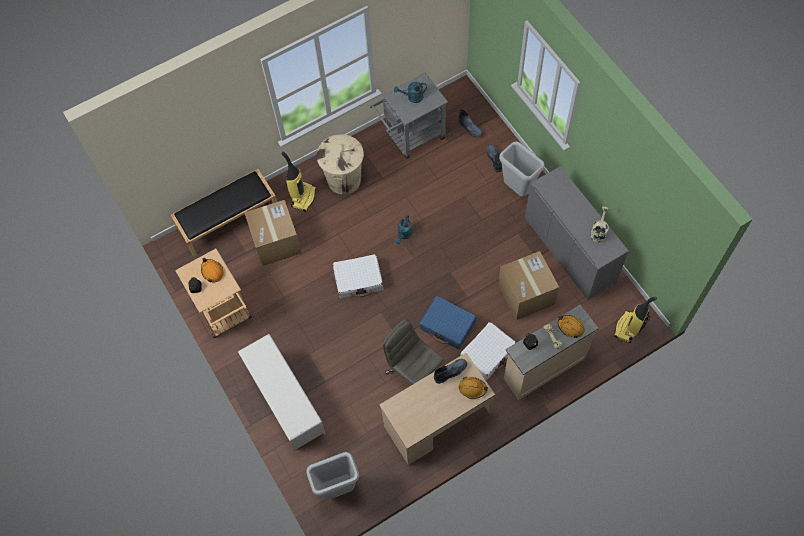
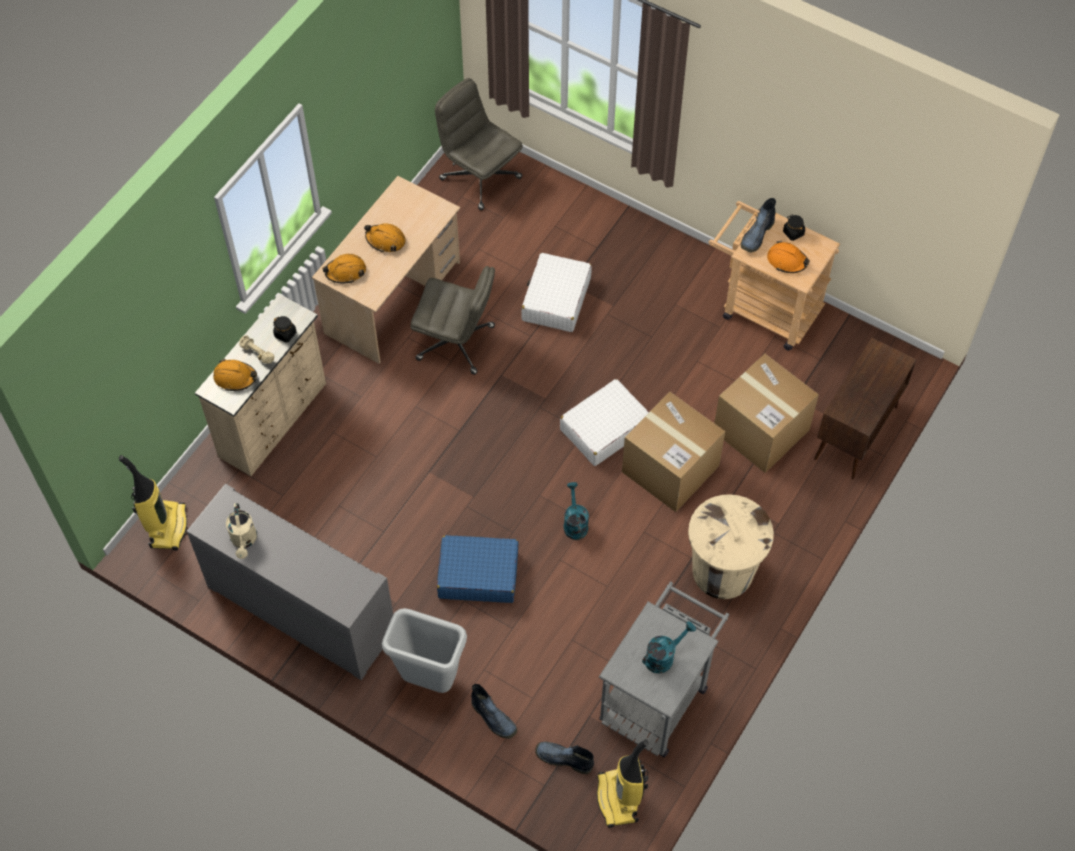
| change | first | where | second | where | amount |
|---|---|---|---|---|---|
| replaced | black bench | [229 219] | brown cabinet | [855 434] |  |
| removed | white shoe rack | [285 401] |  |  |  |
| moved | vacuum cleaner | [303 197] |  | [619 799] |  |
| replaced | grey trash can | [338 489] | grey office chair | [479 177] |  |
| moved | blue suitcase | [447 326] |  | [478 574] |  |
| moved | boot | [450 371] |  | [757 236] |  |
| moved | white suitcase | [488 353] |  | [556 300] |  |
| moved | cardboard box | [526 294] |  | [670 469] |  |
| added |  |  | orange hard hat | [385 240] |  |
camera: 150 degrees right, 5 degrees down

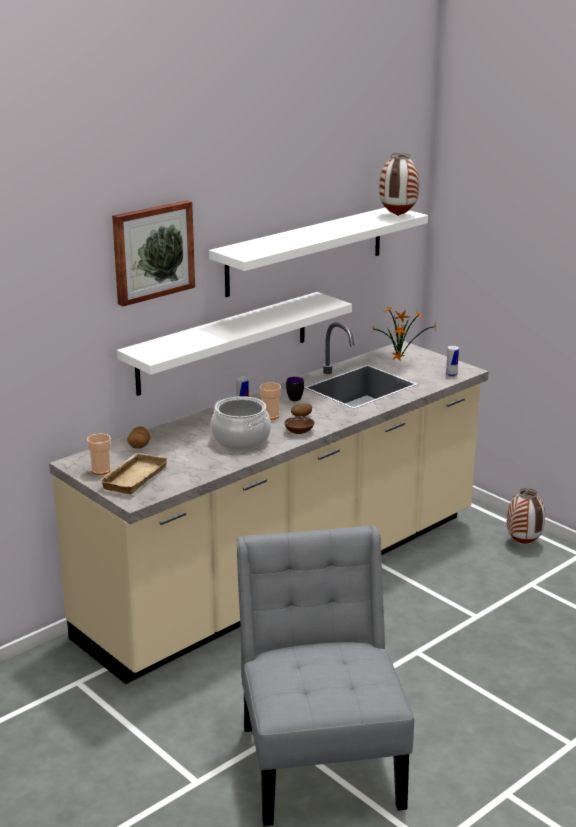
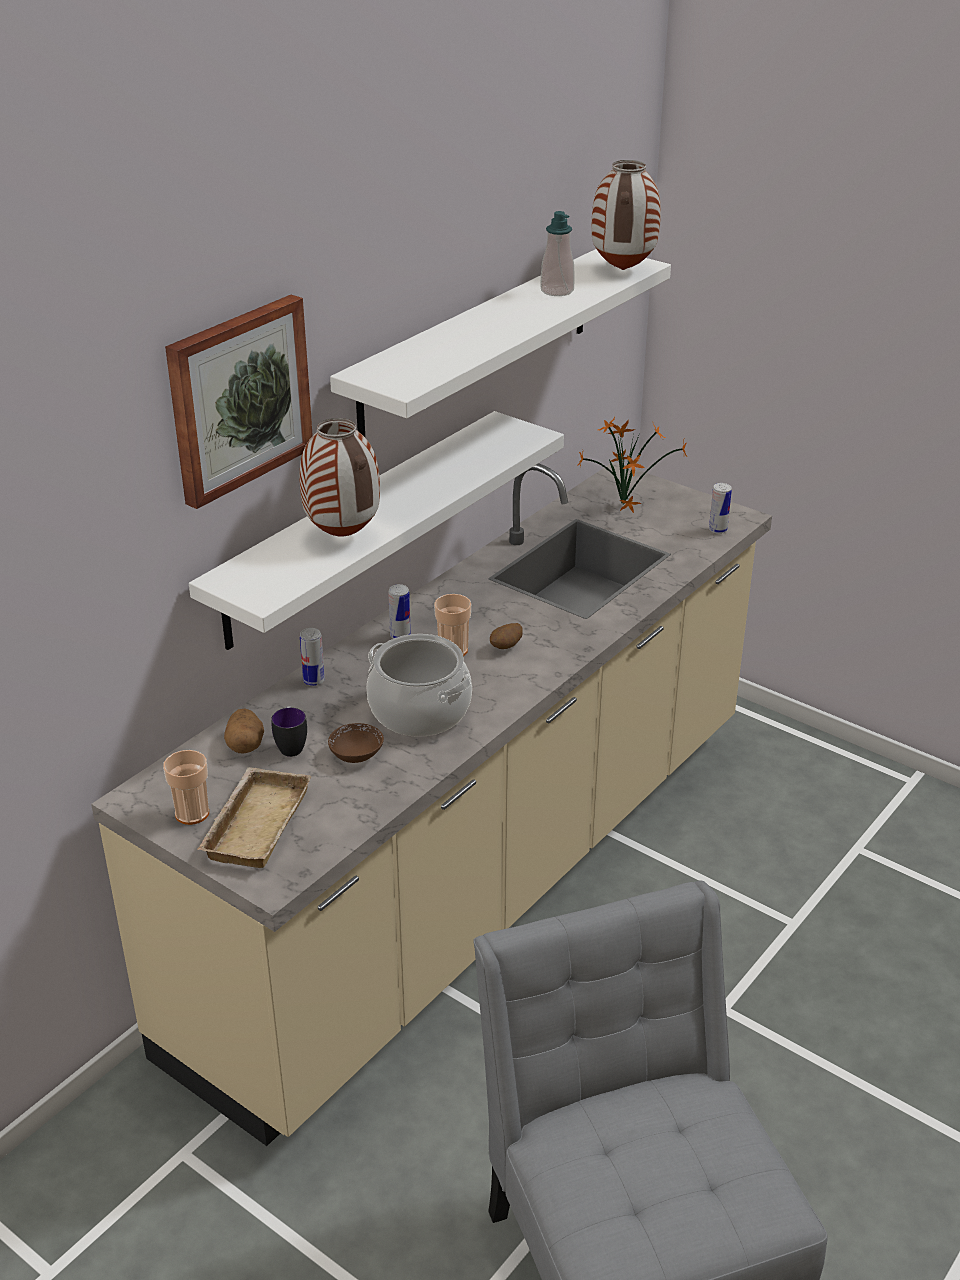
| change | first | where | second | where | amount |
|---|---|---|---|---|---|
| moved | brown bowl | [299 432] |  | [356 755] |  |
| moved | mug | [295 397] |  | [291 745] |  |
| moved | vase | [522 543] |  | [341 536] |  |
| added |  |  | can | [314 680] |  |
| added |  |  | soap dispenser | [557 291] |  |
camera: 10 degrees left, 10 degrees up

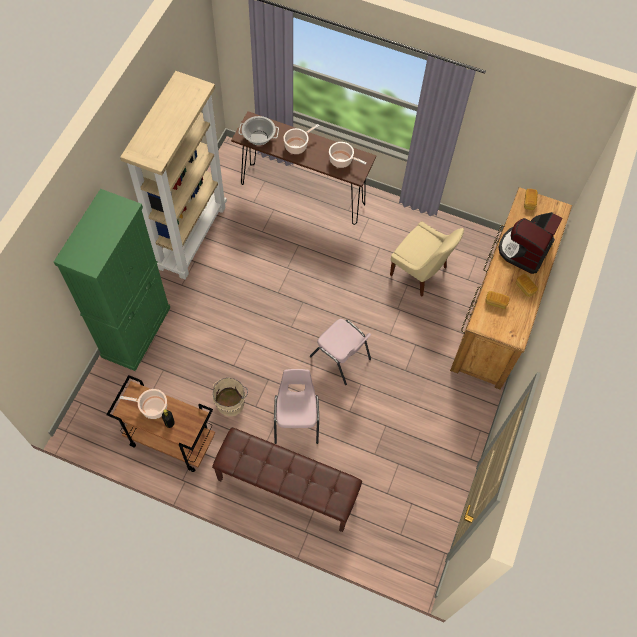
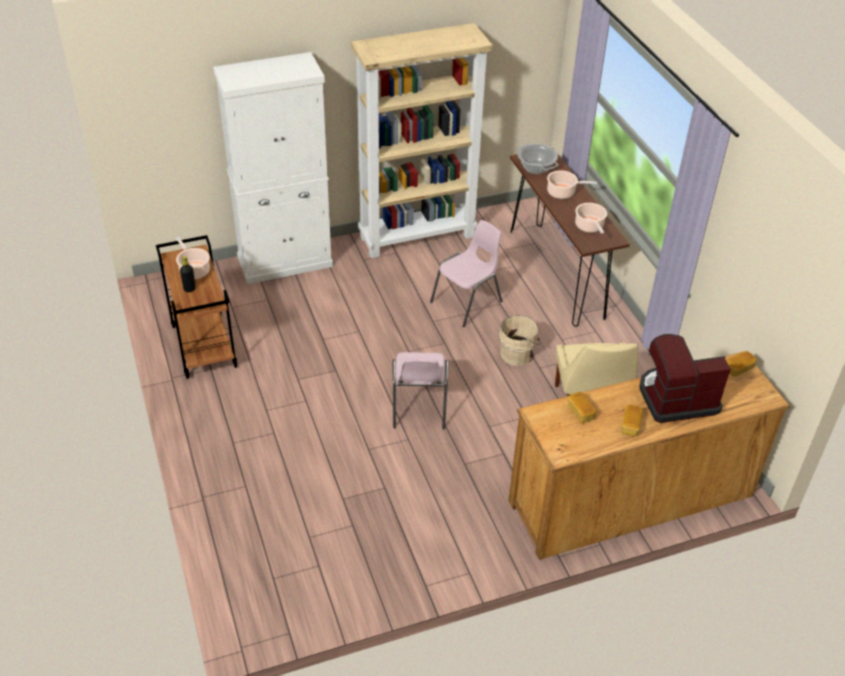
| change | first | where | second | where | amount |
|---|---|---|---|---|---|
| recoloured | green cabinet | [136 331] | white cabinet | [285 262] |  |
| removed | brown bench | [286 488] |  |  |  |
| moved | beige bucket | [231 401] |  | [518 353] |  |
| moved | pink chair | [296 419] |  | [467 302] |  |
camera: 50 degrees right, 20 degrees down

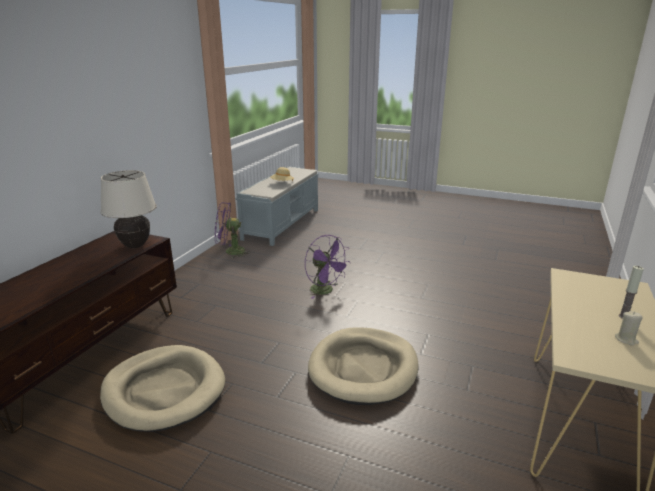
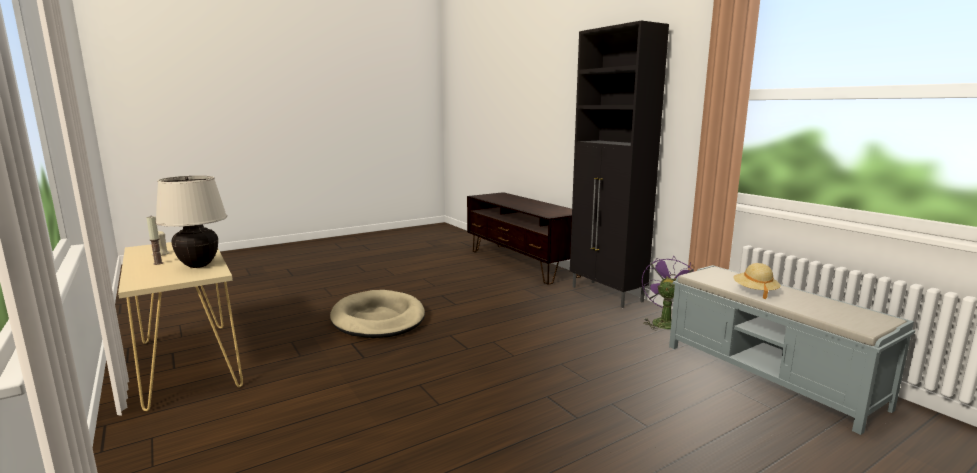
| change | first | where | second | where | amount |
|---|---|---|---|---|---|
| moved | beige table lamp | [135 245] |  | [198 265] |  |
| removed | beige dog bed | [164 390] |  |  |  |
| removed | purple fan | [325 291] |  |  |  |
| added |  |  | black cabinet | [607 294] |  |
camera: 125 degrees right, 10 degrees down

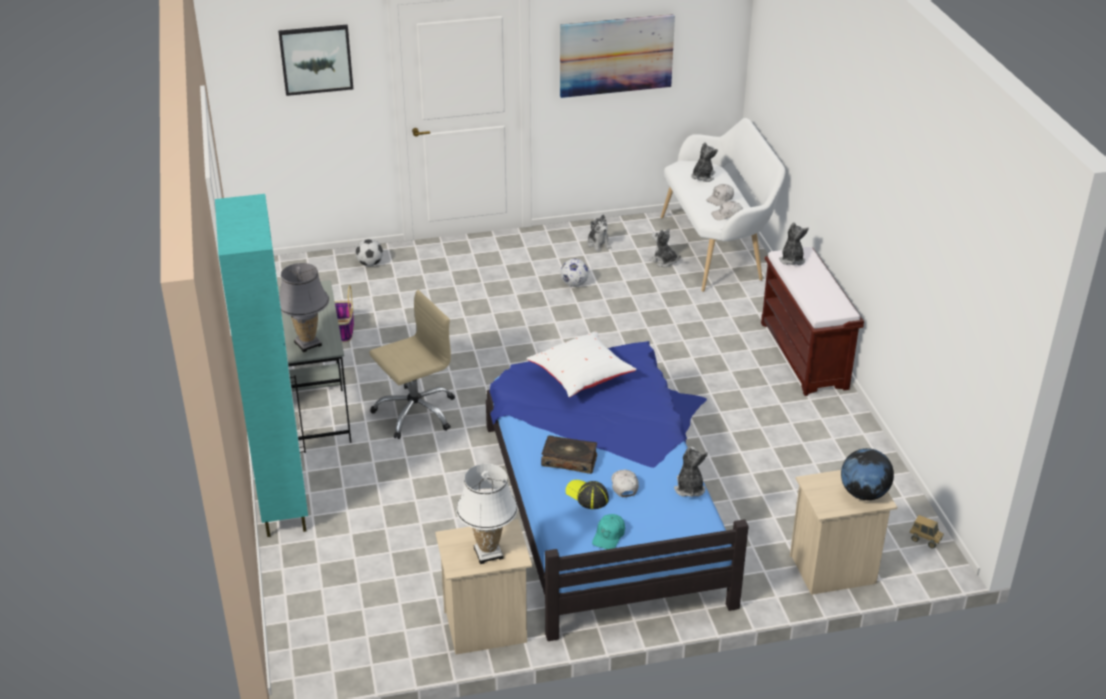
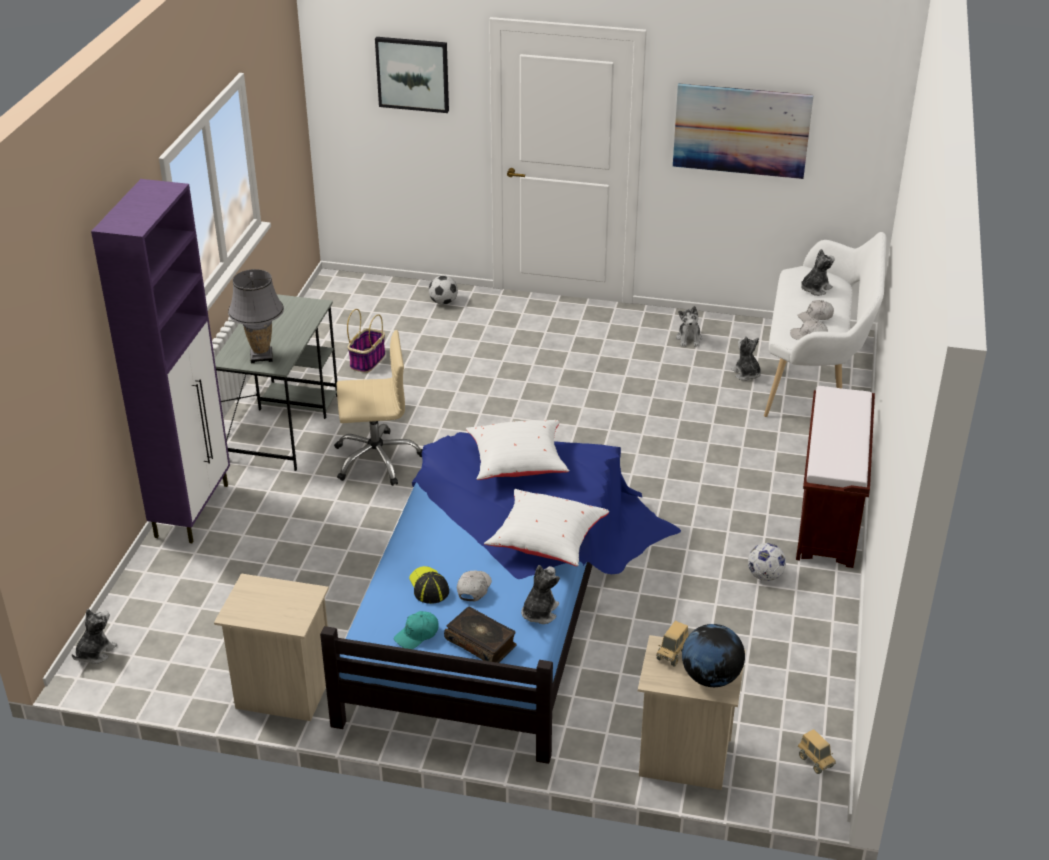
| change | first | where | second | where | amount |
|---|---|---|---|---|---|
| recoloured | turquoise cabinet | [283 502] | purple cabinet | [193 509] |  |
| removed | white table lamp | [488 553] |  |  |  |
| moved | book | [569 460] |  | [481 642] |  |
| moved | football | [574 284] |  | [765 576] |  |
| moved | plush toy | [791 259] |  | [95 652] |  |
| added |  |  | white pillow | [546 543] |  |
| added |  |  | toy truck | [672 654] |  |
camera: 25 degrees right, 0 degrees up

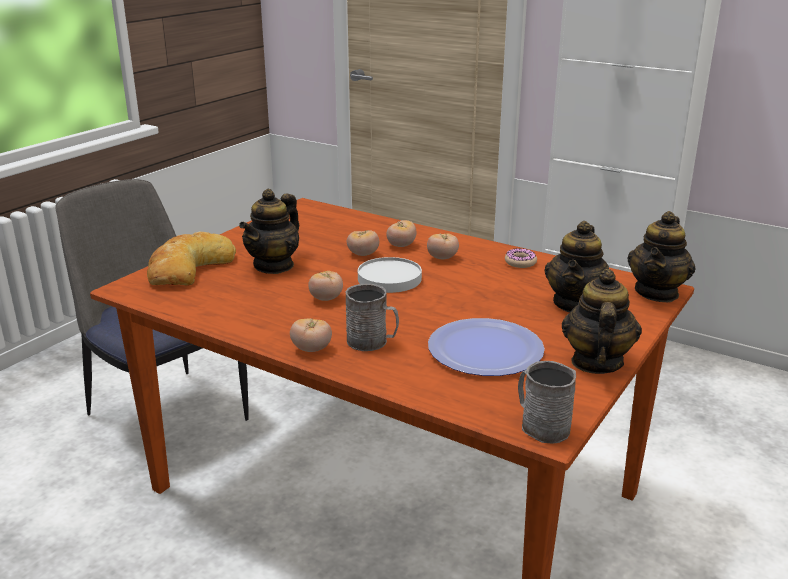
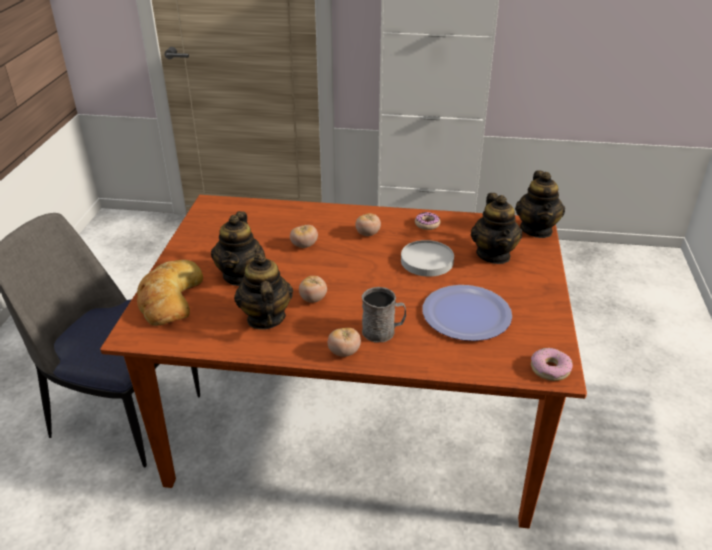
| change | first | where | second | where | amount |
|---|---|---|---|---|---|
| moved | white plate | [389 279] |  | [426 261] |  |
| removed | tomato | [401 245] |  |  |  |
| replaced | grey mug | [540 425] | donut | [550 369] |  |
| moved | teapot | [596 362] |  | [265 318] |  |
camera: 25 degrees left, 10 degrees up

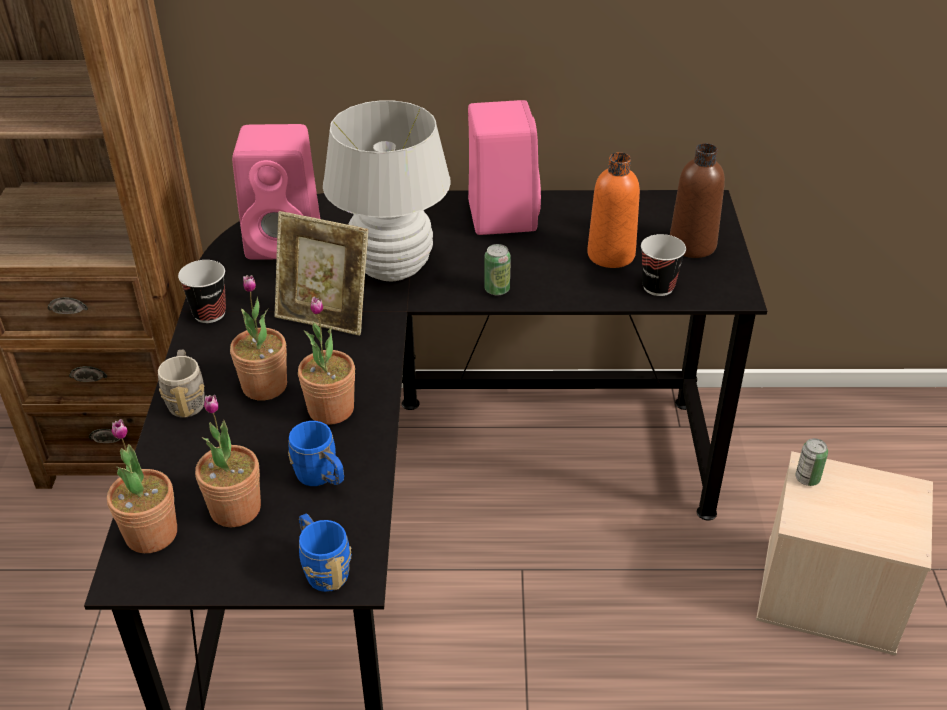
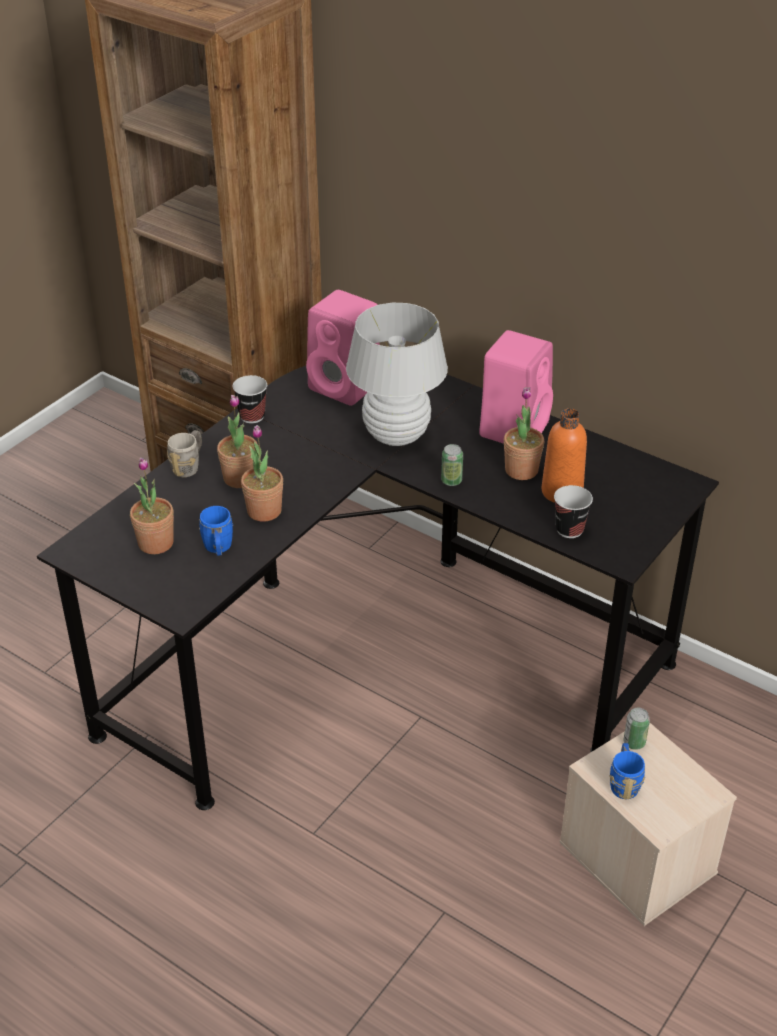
| change | first | where | second | where | amount |
|---|---|---|---|---|---|
| moved | potted plant | [151 534] |  | [521 470] |  |
| removed | picture frame | [325 316] |  |  |  |
| moved | blue mug | [323 568] |  | [624 782] |  |
| removed | brown bottle | [692 245] |  |  |  |
camera: 35 degrees right, 0 degrees up

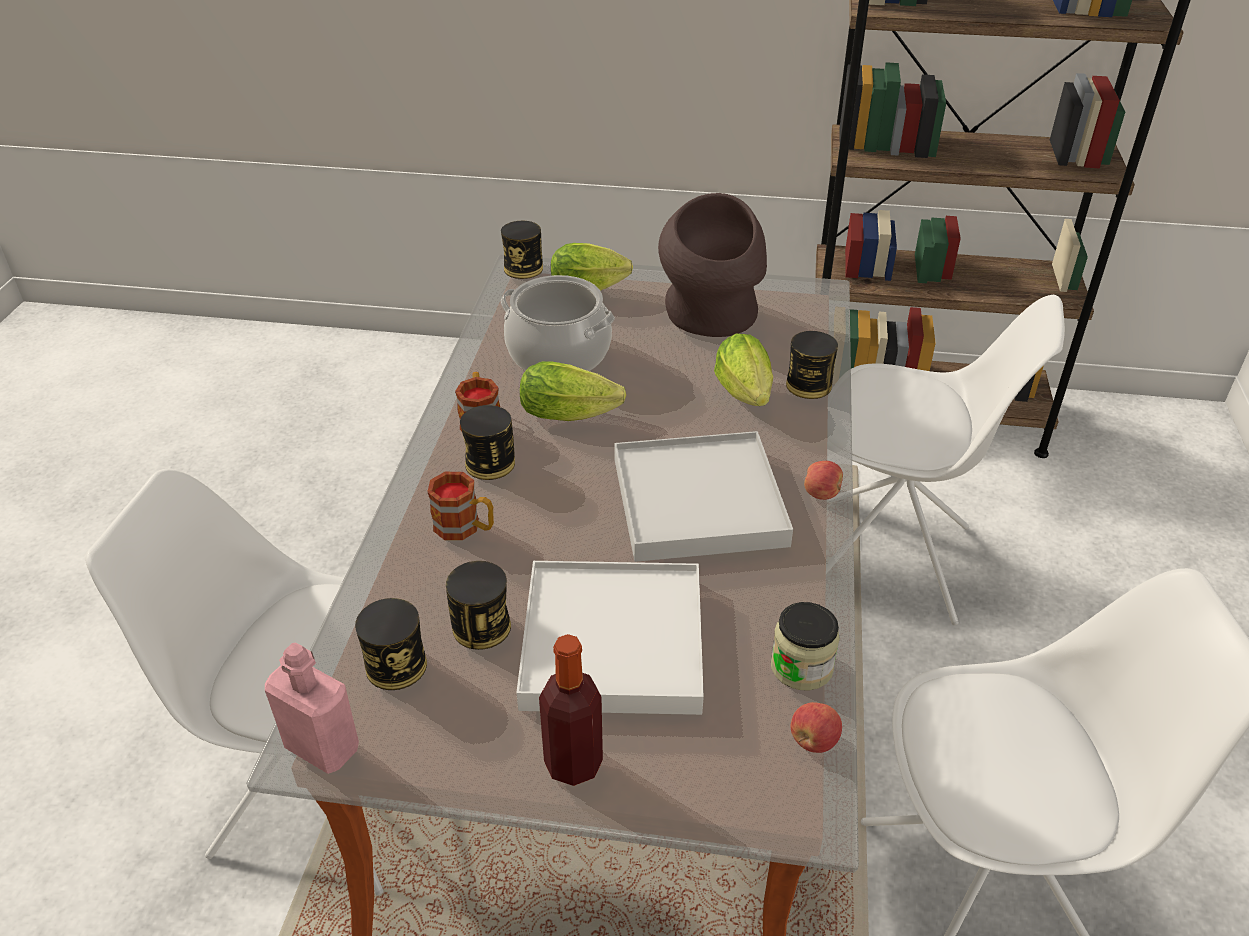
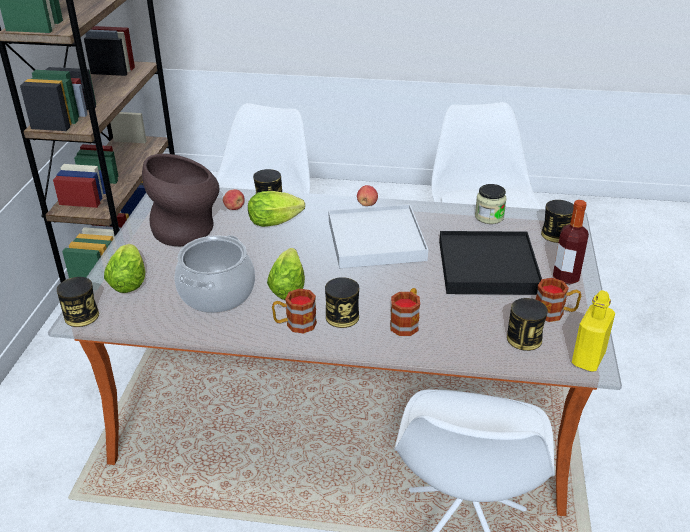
| change | first | where | second | where | amount |
|---|---|---|---|---|---|
| recoloured | pink bottle | [322 747] | yellow bottle | [588 359] |  |
| moved | can | [481 627] |  | [556 234] |  |
| recoloured | white tray | [613 643] | black tray | [488 267] |  |
| moved | apple | [813 741] |  | [234 208] |  |
| added |  |  | mug | [555 313] |  |
camera: 90 degrees left, 5 degrees down

